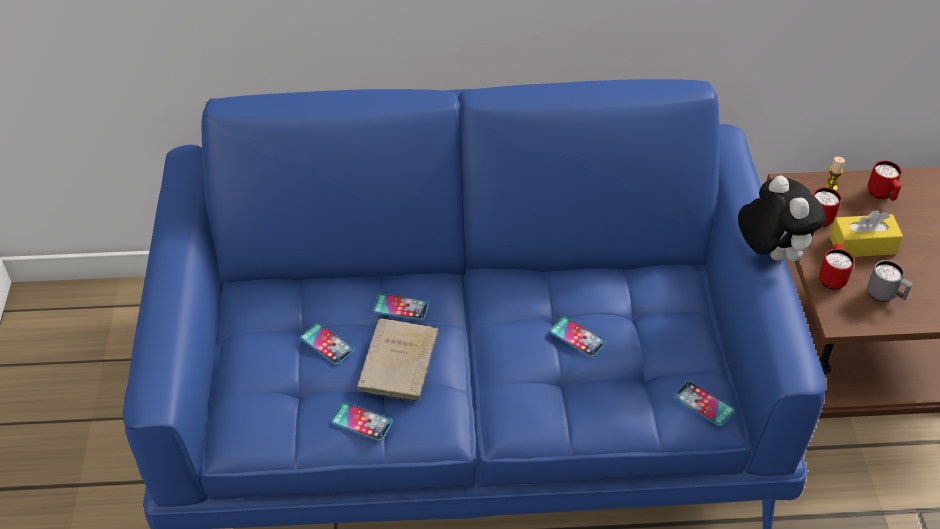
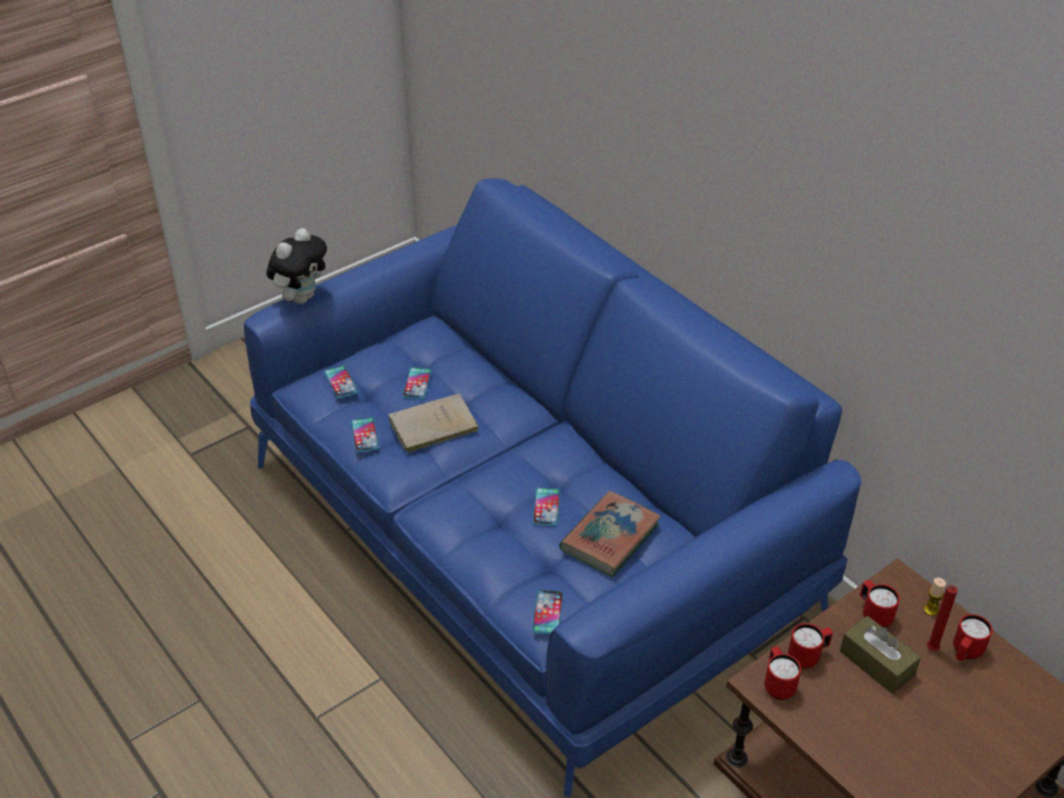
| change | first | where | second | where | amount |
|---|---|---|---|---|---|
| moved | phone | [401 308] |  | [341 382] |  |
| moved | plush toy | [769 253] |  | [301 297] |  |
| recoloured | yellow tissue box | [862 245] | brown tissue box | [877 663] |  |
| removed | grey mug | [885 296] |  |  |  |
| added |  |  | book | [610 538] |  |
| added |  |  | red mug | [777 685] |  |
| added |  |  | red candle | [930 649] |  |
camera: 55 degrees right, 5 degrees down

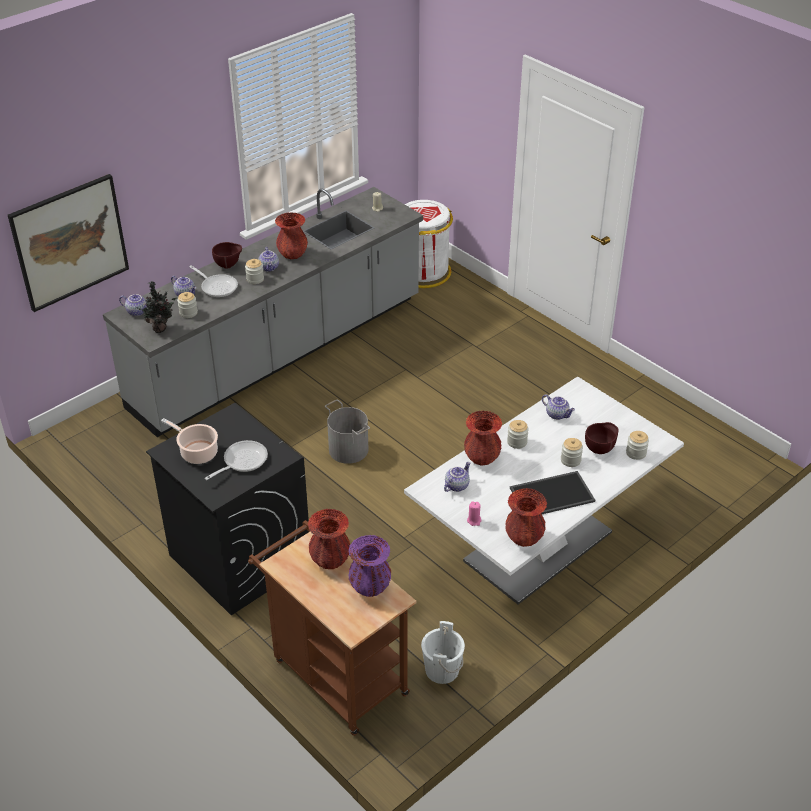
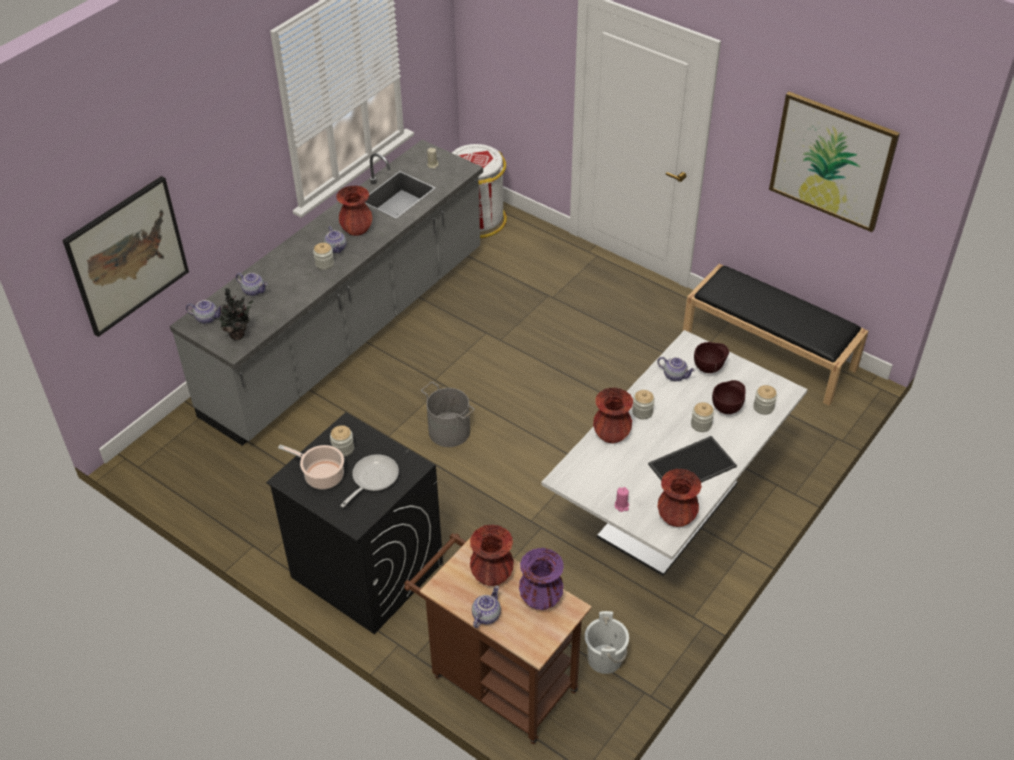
| change | first | where | second | where | amount |
|---|---|---|---|---|---|
| moved | jar | [188 313] |  | [343 448] |  |
| removed | frying pan | [217 286] |  |  |  |
| moved | brown bowl | [228 265] |  | [709 368] |  |
| moved | teapot | [456 485] |  | [485 615] |  |
| added |  |  | black bench | [770 351] |  |
| added |  |  | picture | [832 161] |  |
camera: 10 degrees left, 5 degrees up

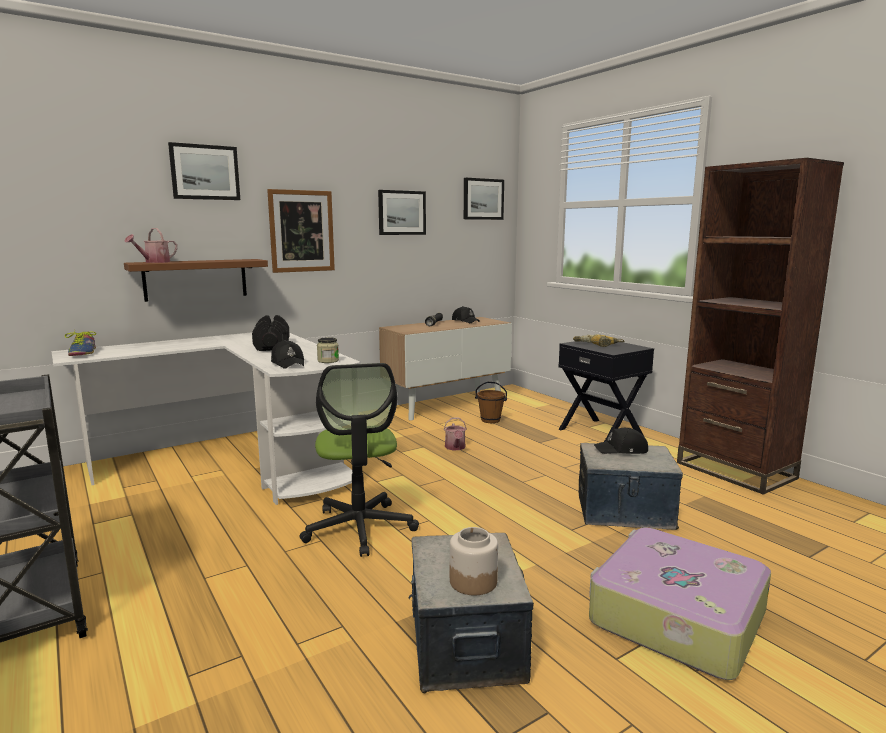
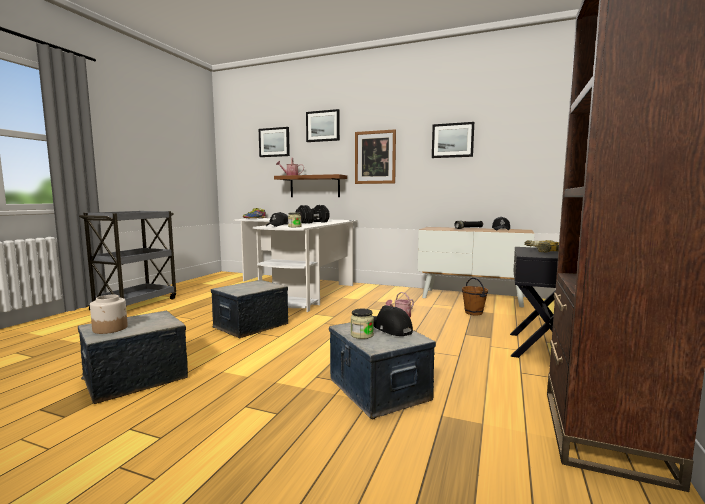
| change | first | where | second | where | amount |
|---|---|---|---|---|---|
| replaced | office chair | [359 528] | storage box | [250 325] |  |
| moved | picture | [483 199] |  | [274 142] |  |
| removed | suitcase | [674 617] |  |  |  |
| added |  |  | jar | [362 335] |  |
camera: 55 degrees right, 5 degrees down

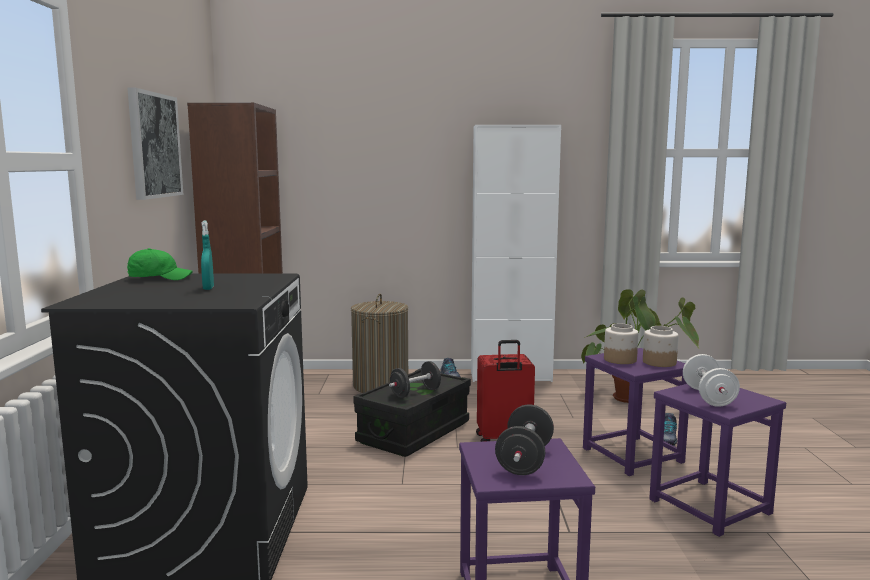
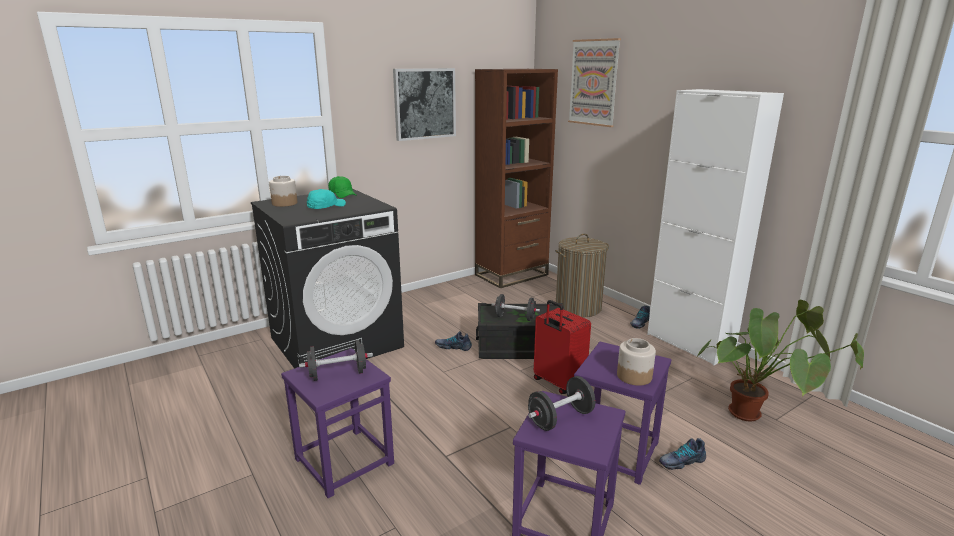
| change | first | where | second | where | amount |
|---|---|---|---|---|---|
| replaced | turquoise spray bottle | [208 288] | turquoise cap | [325 207] |  |
| moved | jar | [619 359] |  | [284 203] |  |
| recoloured | white dumbbell | [708 397] | black dumbbell | [560 418] |  |
| added |  |  | shoe | [453 346] |  |
| added |  |  | picture | [594 82] |  |
camera: 55 degrees right, 10 degrees up

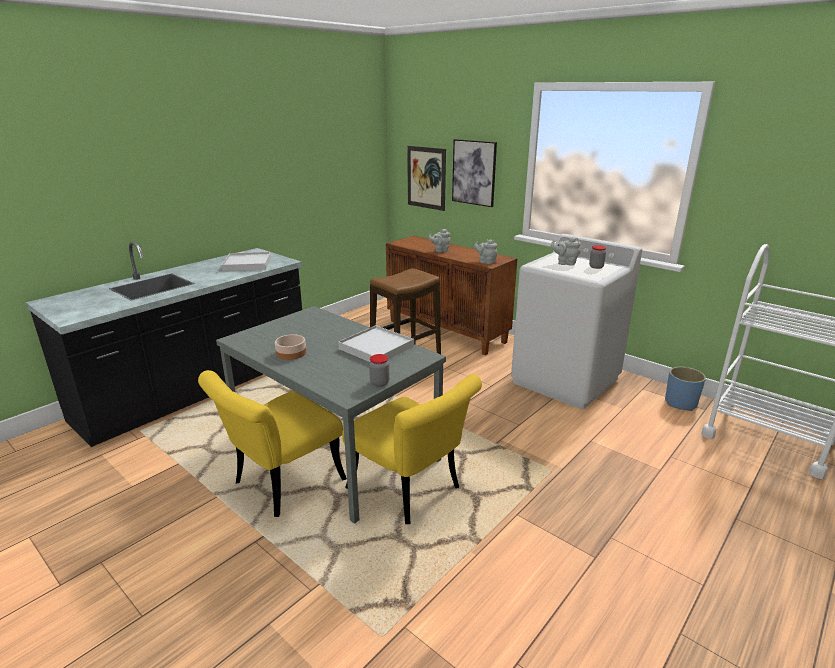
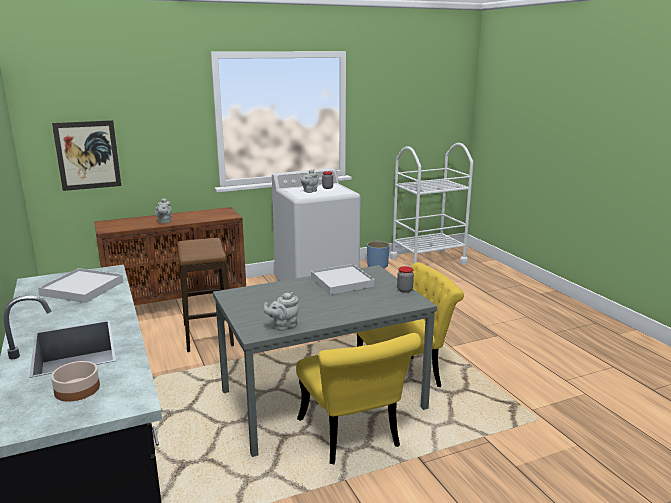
| change | first | where | second | where | amount |
|---|---|---|---|---|---|
| moved | bowl | [291 353] |  | [78 389] |  |
| removed | picture | [474 172] |  |  |  |
| moved | grey teapot | [486 262] |  | [283 326] |  |
camera: 65 degrees left, 5 degrees down

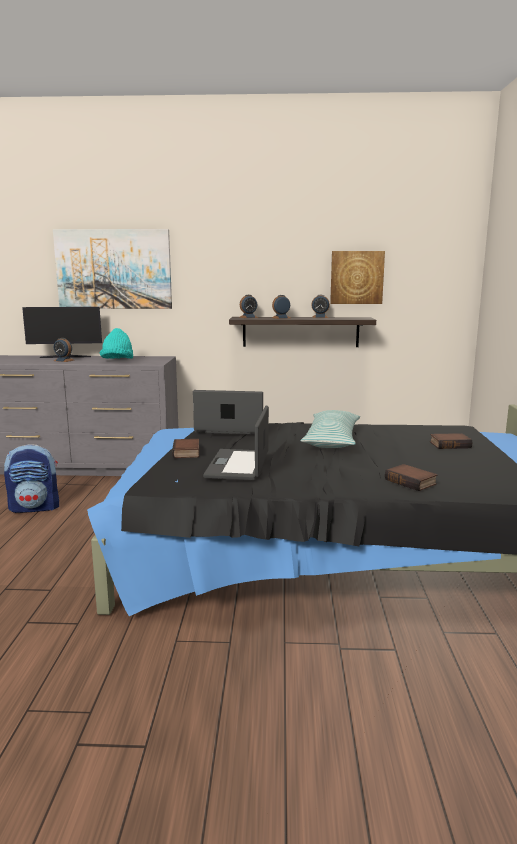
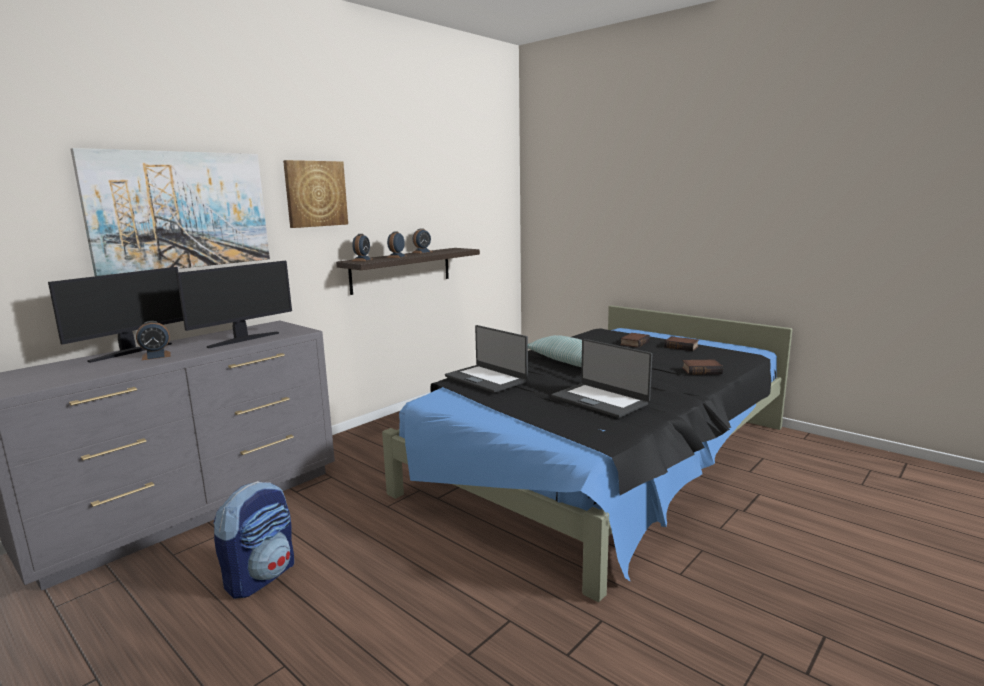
| change | first | where | second | where | amount |
|---|---|---|---|---|---|
| replaced | turquoise hat | [117 361] | monitor | [243 339] |  |
| moved | book | [187 452] |  | [682 347] |  |
| turned | laptop | [231 429] |  | [486 379] | 90 degrees counterclockwise |
| moved | picture | [356 277] |  | [315 194] |  |
camera: 50 degrees left, 0 degrees up

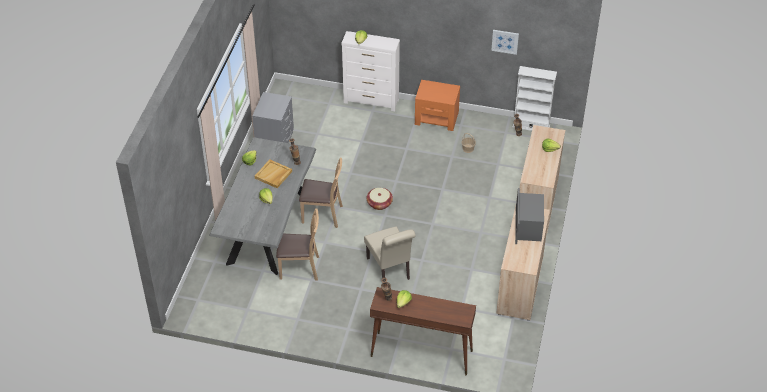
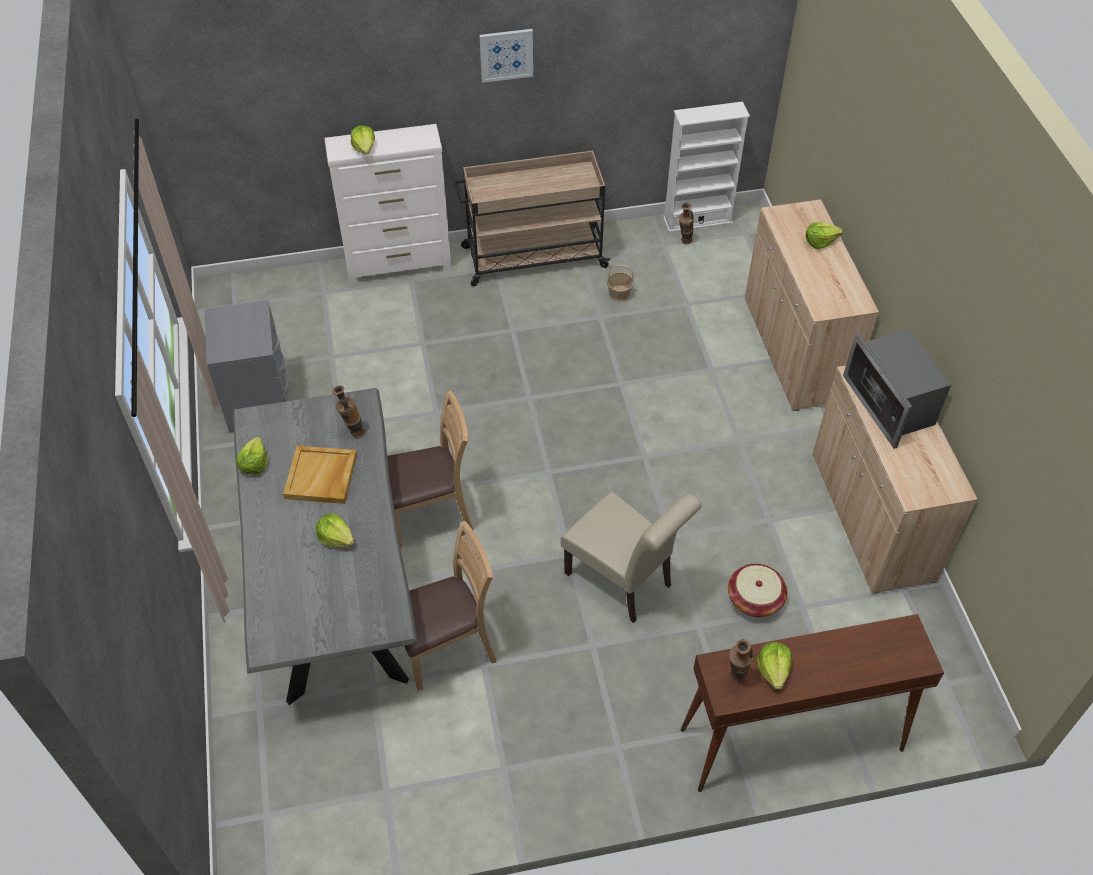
| change | first | where | second | where | amount |
|---|---|---|---|---|---|
| moved | basket | [379 203] |  | [754 599] |  |
| replaced | orange nightstand | [437 118] | beige cart | [532 257] |  |
| moved | picture | [505 41] |  | [506 54] |  |
camera: 25 degrees left, 5 degrees up

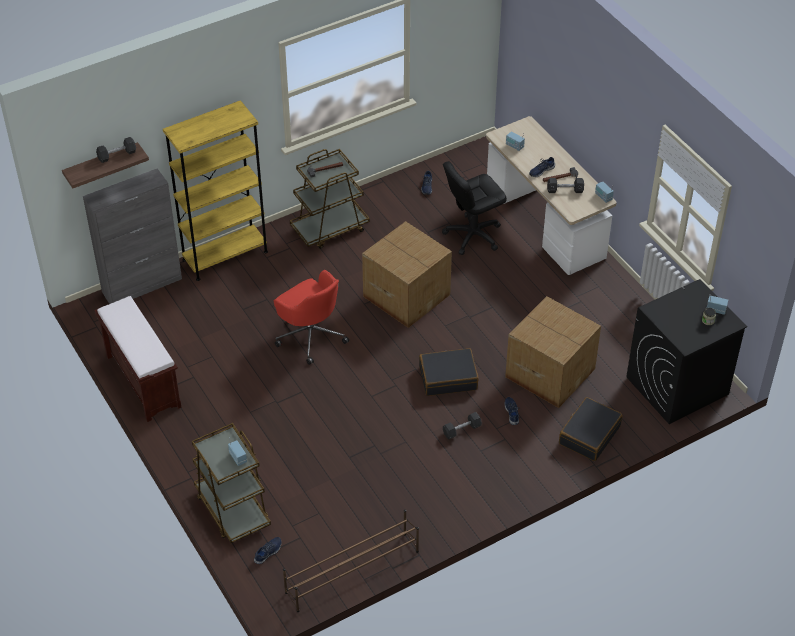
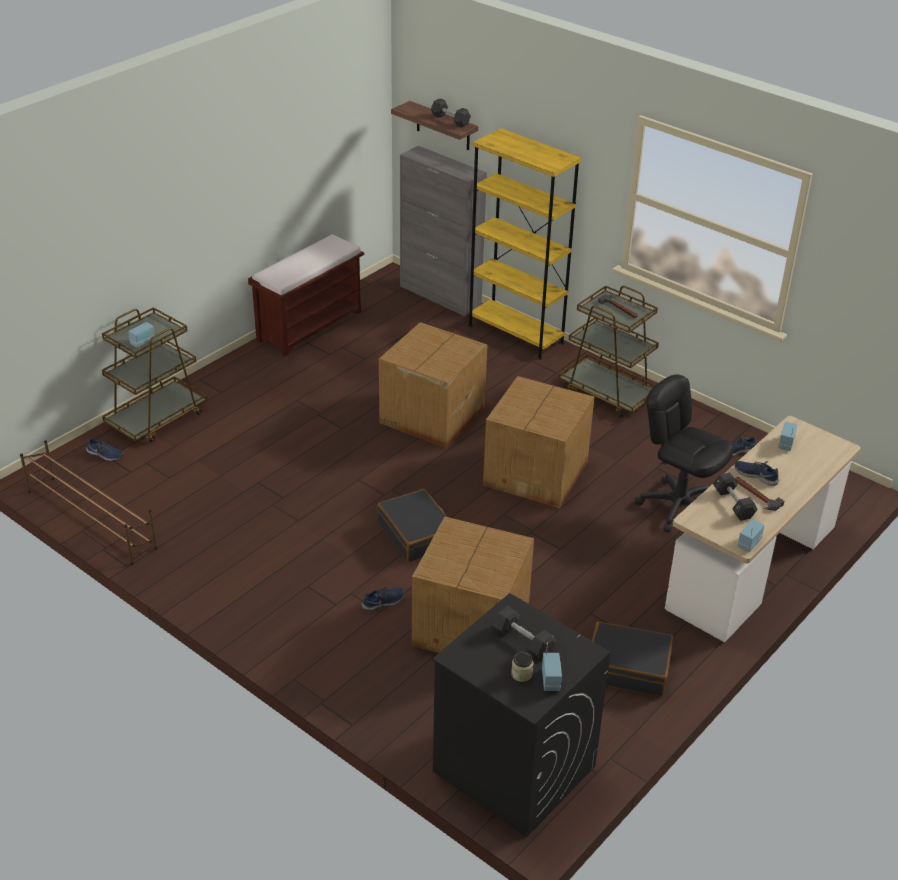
| change | first | where | second | where | amount |
|---|---|---|---|---|---|
| replaced | red office chair | [310 335] | cardboard box | [430 415] |  |
| moved | black dumbbell | [461 430] |  | [523 640] |  |
| moved | black suitcase | [589 435] |  | [628 668] |  |
camera: 70 degrees right, 10 degrees down

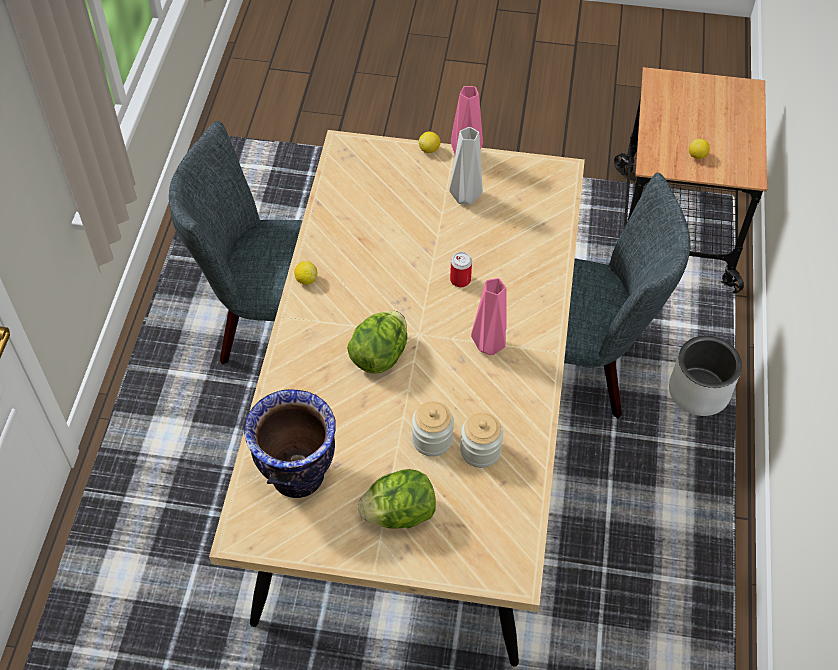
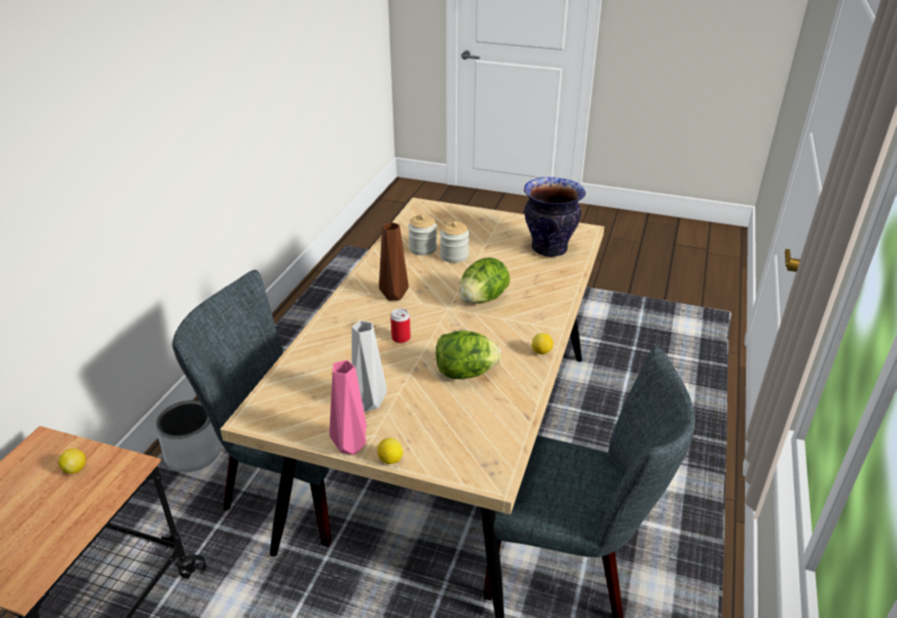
| change | first | where | second | where | amount |
|---|---|---|---|---|---|
| moved | lettuce | [399 513] |  | [465 373] |  |
| recoloured | pink vase | [490 345] | brown vase | [393 296] |  |
camera: 170 degrees left, 20 degrees down

